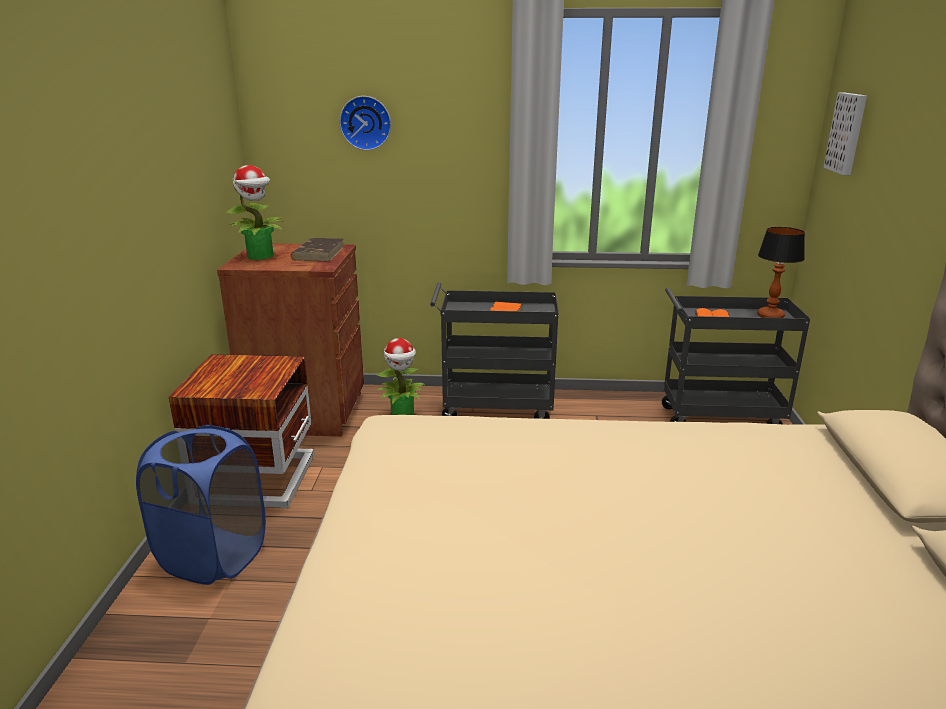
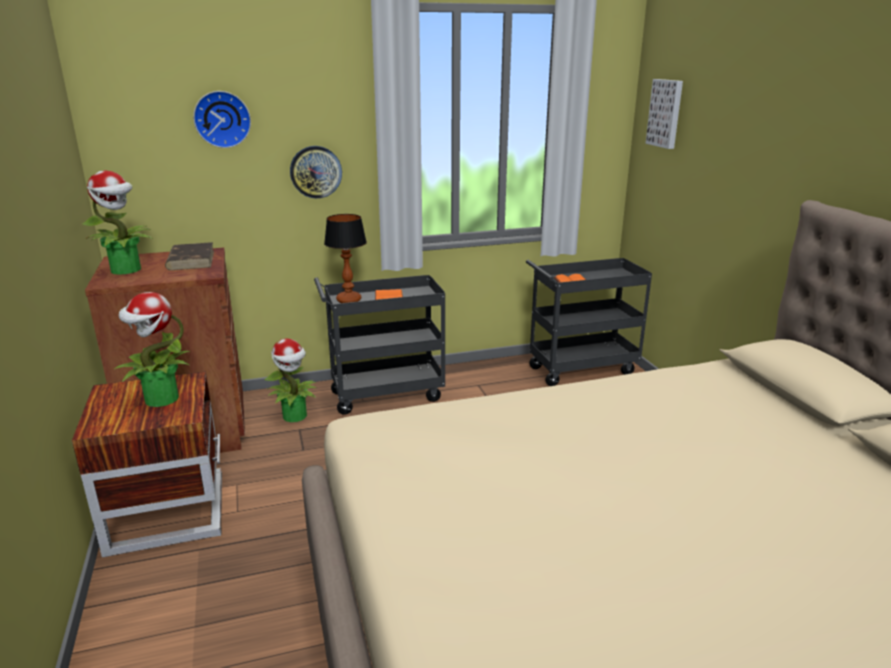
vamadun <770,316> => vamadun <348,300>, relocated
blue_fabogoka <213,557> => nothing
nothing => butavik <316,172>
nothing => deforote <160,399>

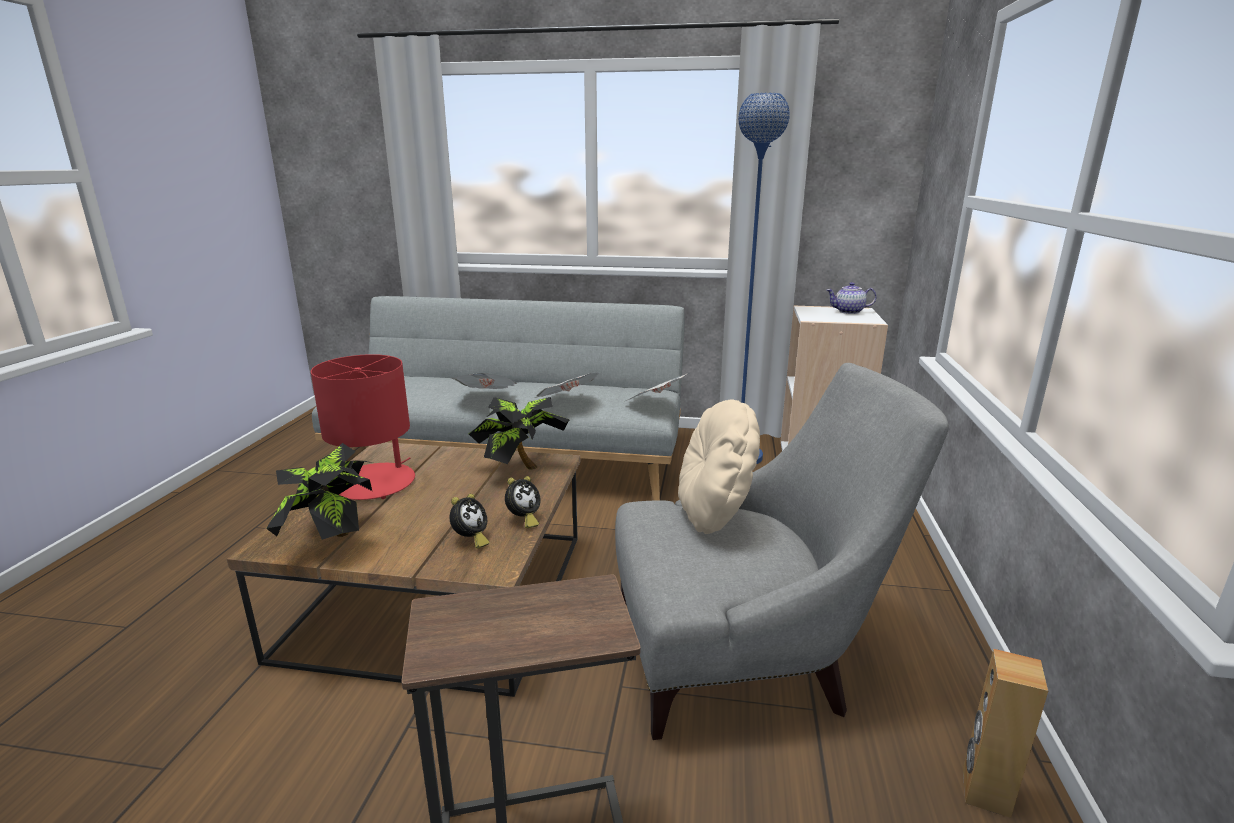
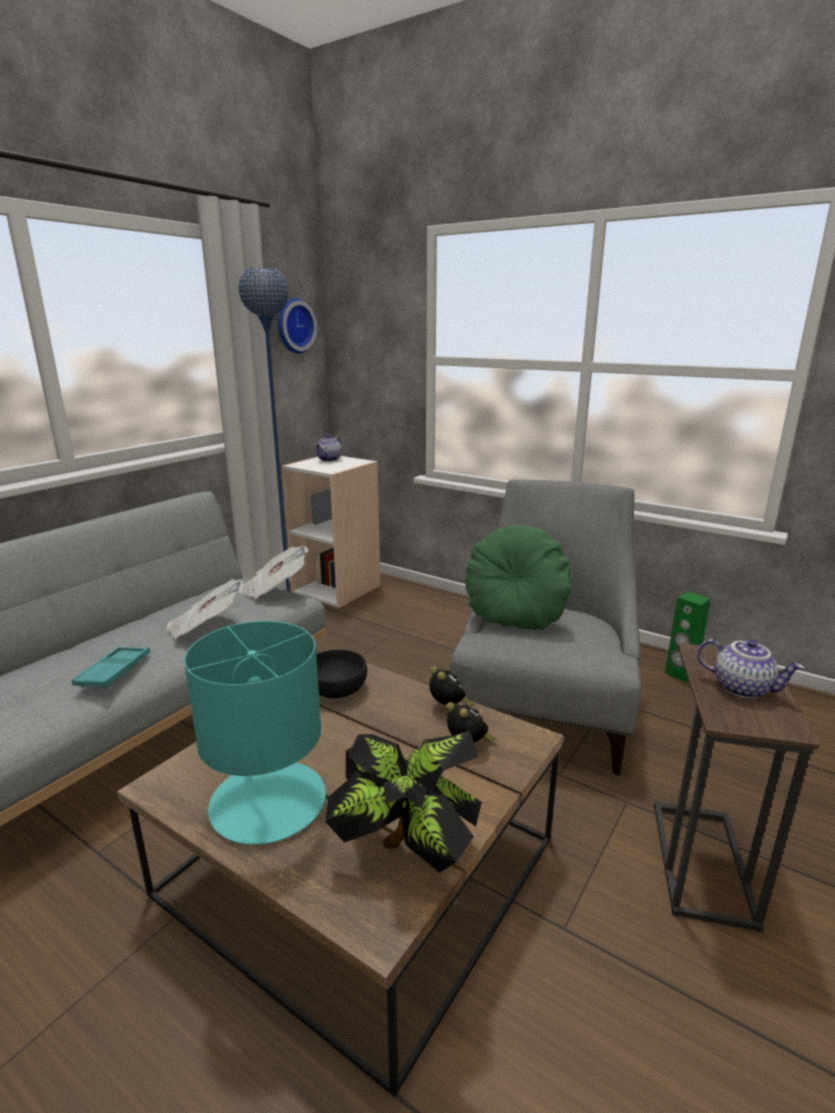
red_vamadun <375,482> => turquoise_vamadun <267,801>
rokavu <487,398> => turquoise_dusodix <114,672>
deforote <520,469> => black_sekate <336,689>
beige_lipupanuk <714,517> => green_lipupanuk <515,621>
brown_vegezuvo <984,791> => green_vegezuvo <680,674>
nothing => butavik <293,326>
nothing => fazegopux <742,688>

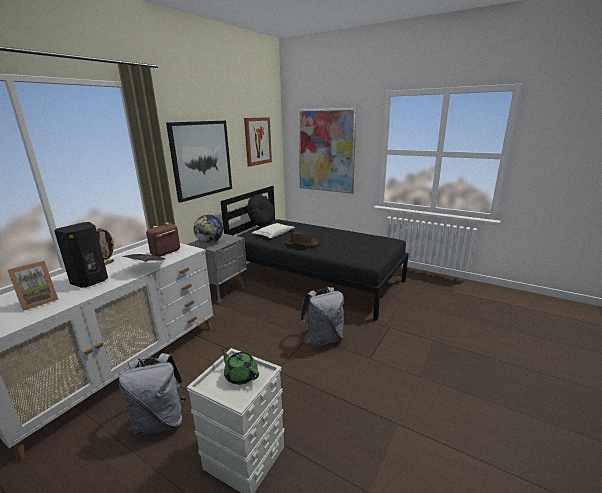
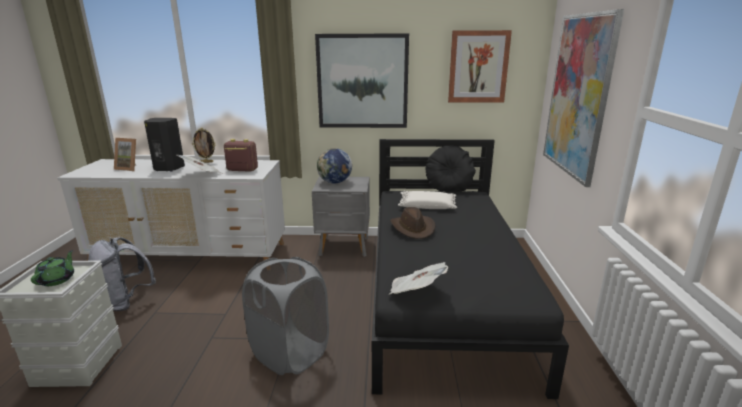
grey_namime <323,339> => grey_fabogoka <290,353>
nothing => rokavu <416,292>

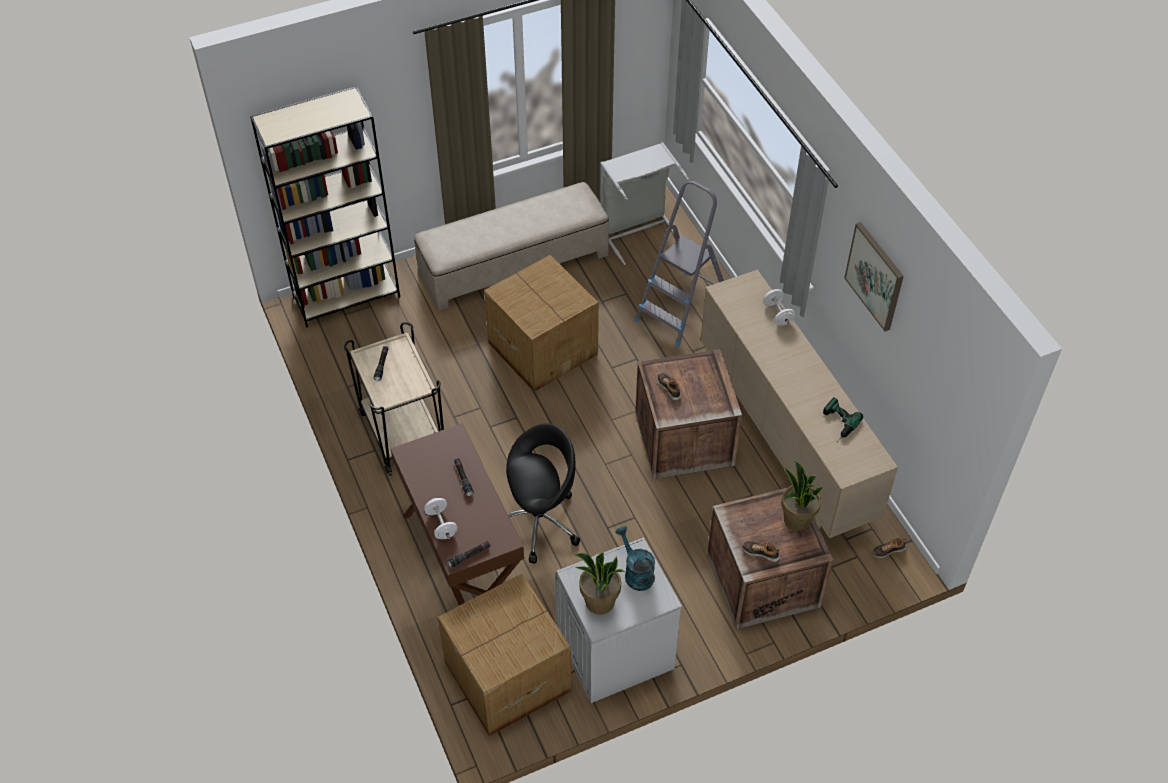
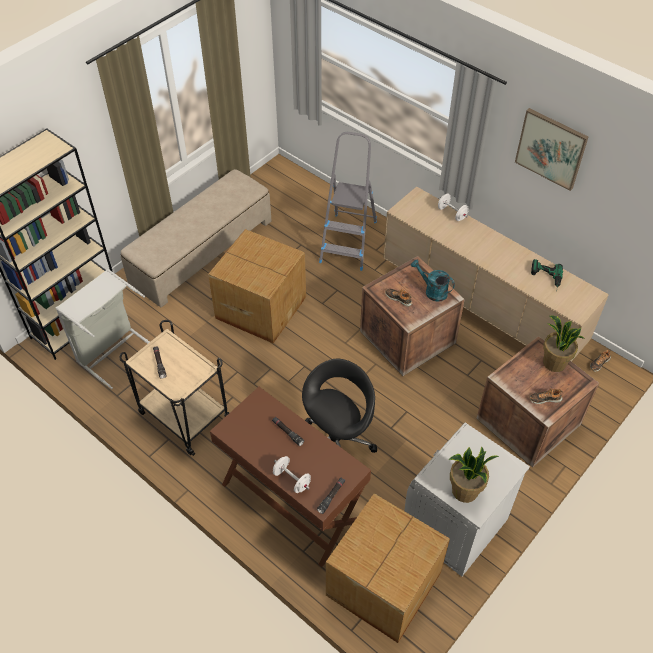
grey_fabogoka <637,231> => grey_fabogoka <112,352>, relocated
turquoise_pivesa <636,572> => turquoise_pivesa <432,291>, relocated

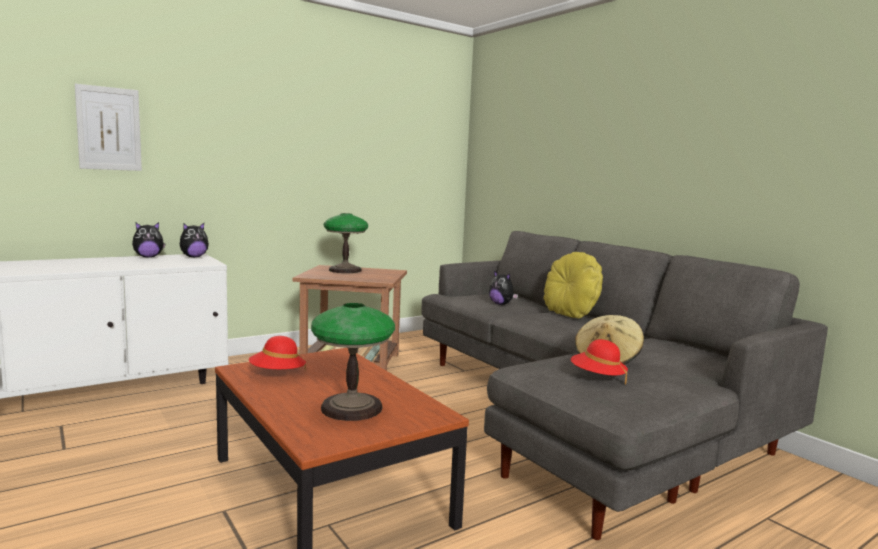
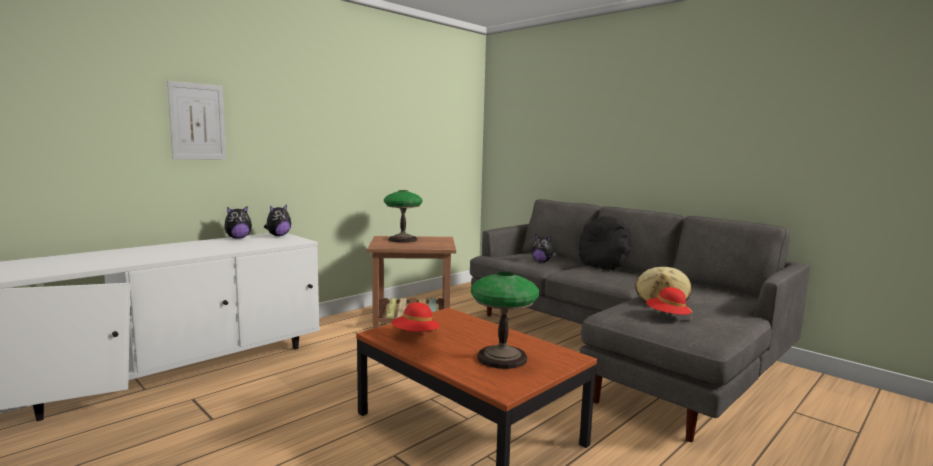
yellow_lipupanuk <570,315> => black_lipupanuk <602,267>

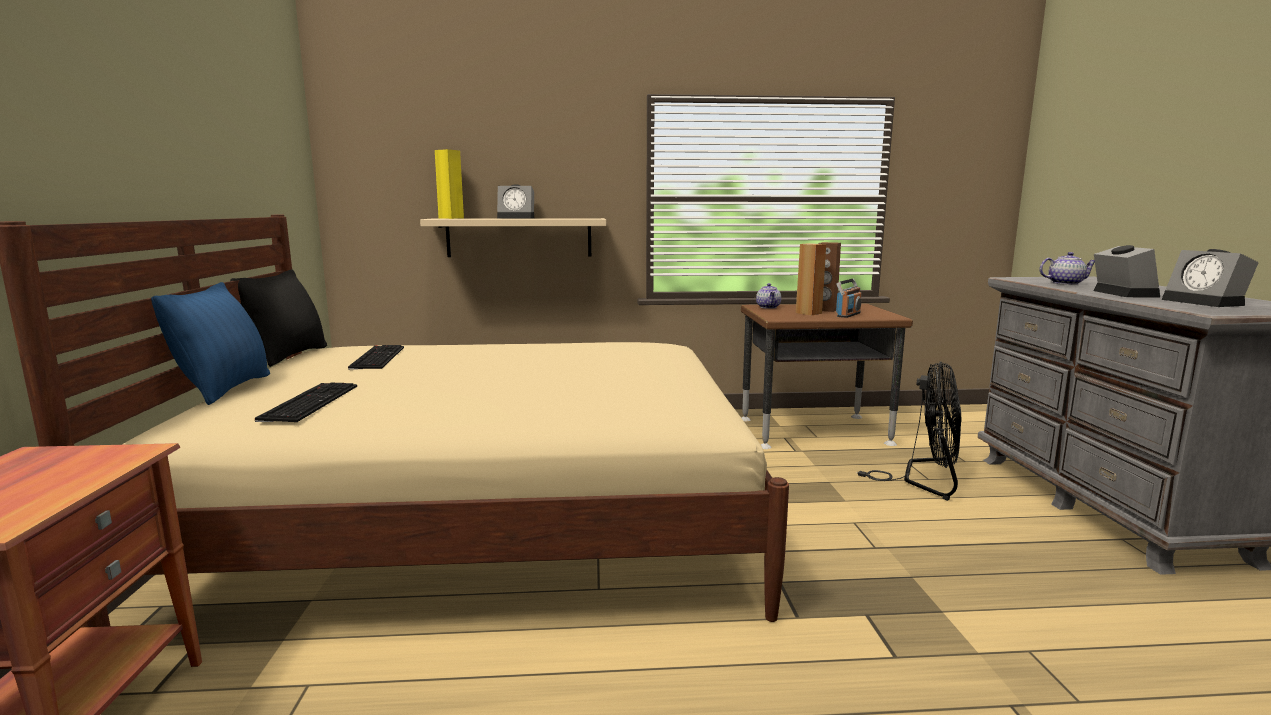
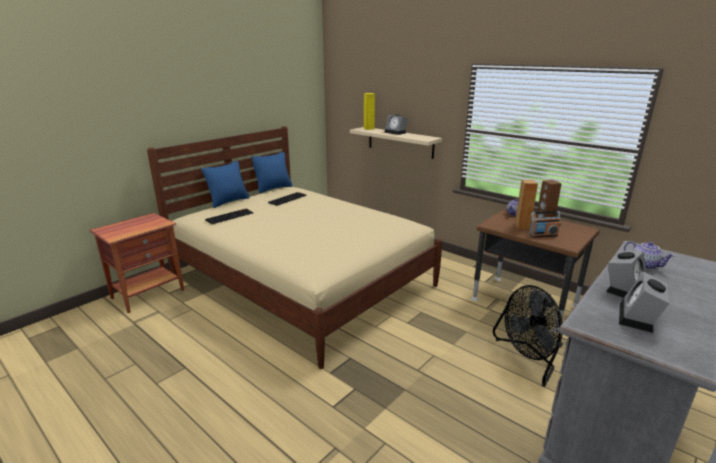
black_lipupanuk <288,356> => blue_lipupanuk <273,188>
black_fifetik <923,476> => black_fifetik <529,356>, 90 degrees clockwise

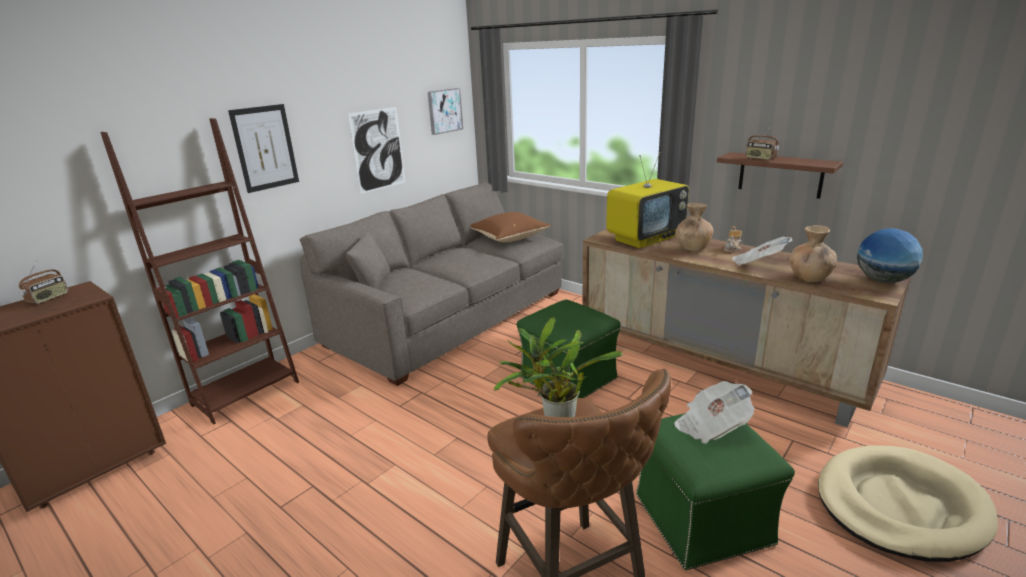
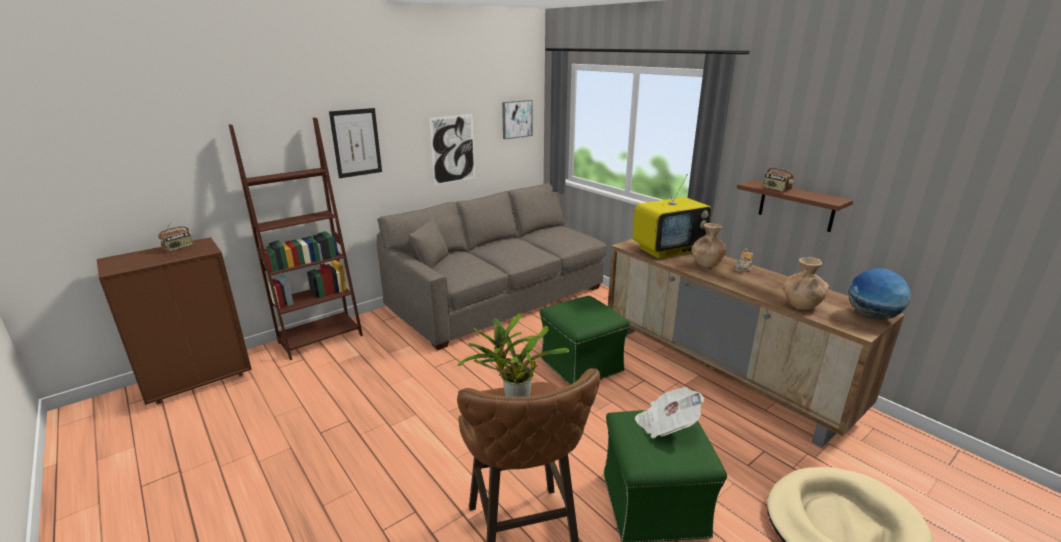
brown_lipupanuk <509,238> => nothing
rokavu <758,264> => nothing

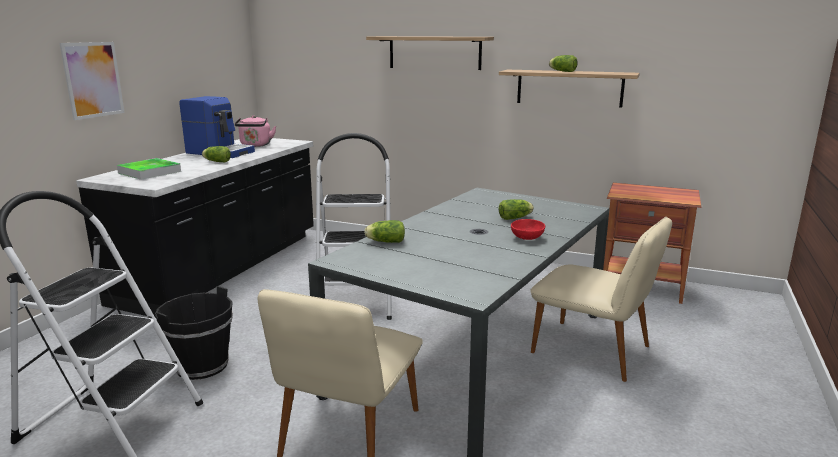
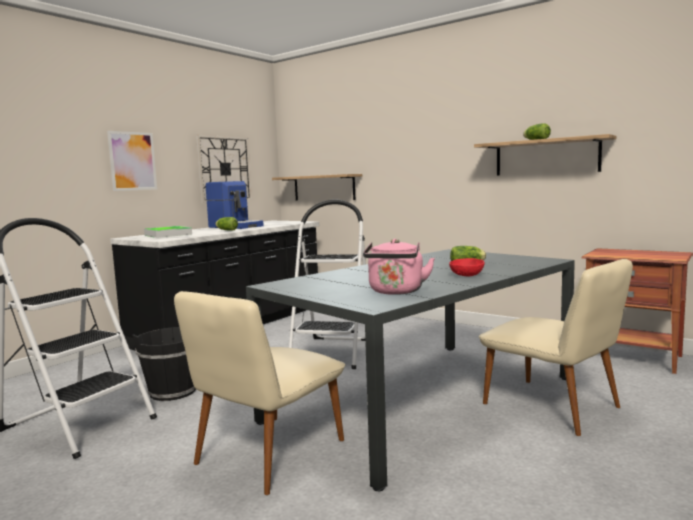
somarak <434,52> => somarak <324,187>, relocated
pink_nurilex <255,145> => pink_nurilex <396,292>, relocated
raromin <384,241> => nothing
nothing => butavik <224,169>

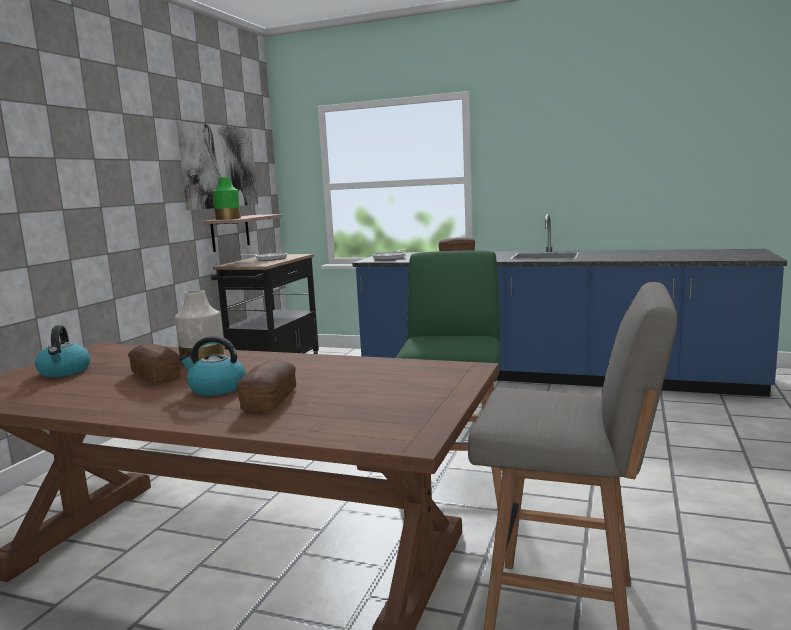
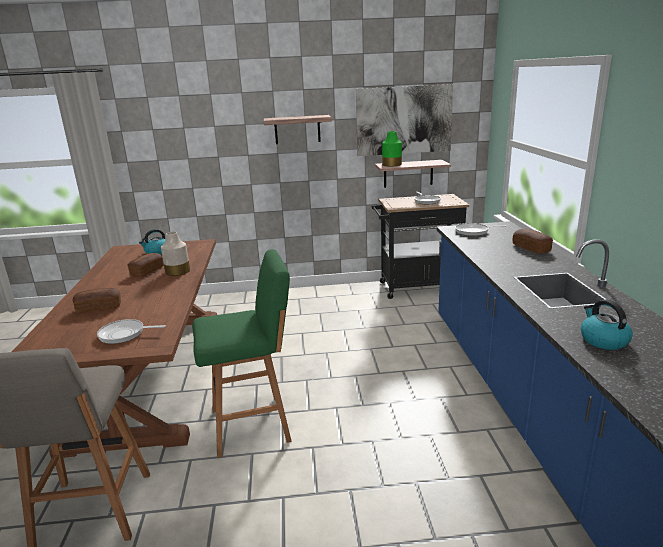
nurilex <216,388> => nurilex <603,340>, relocated
nothing => somarak <297,129>
nothing => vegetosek <124,334>

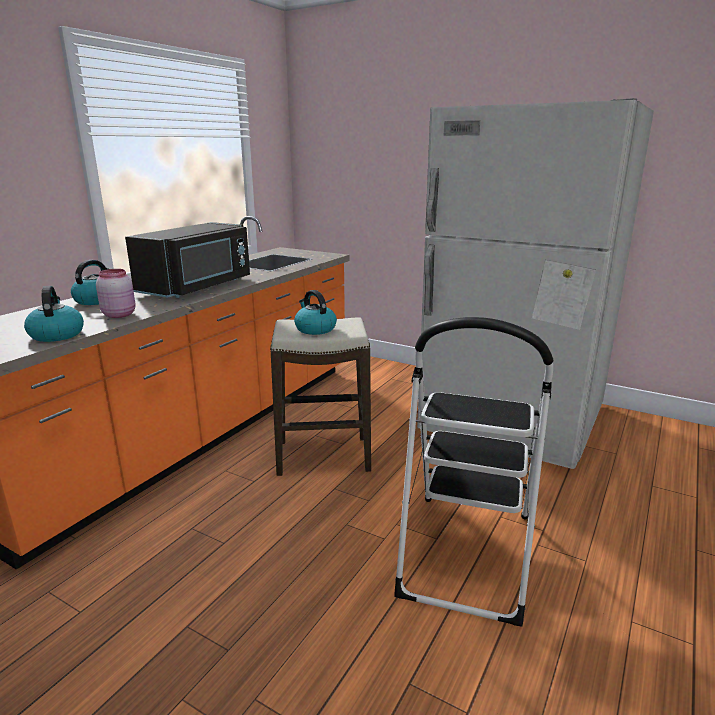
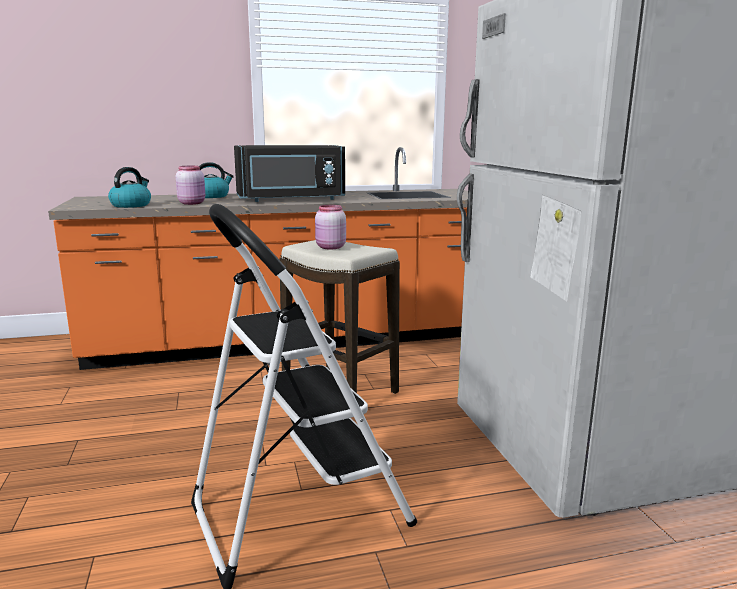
nurilex <315,329> => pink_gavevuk <330,247>

